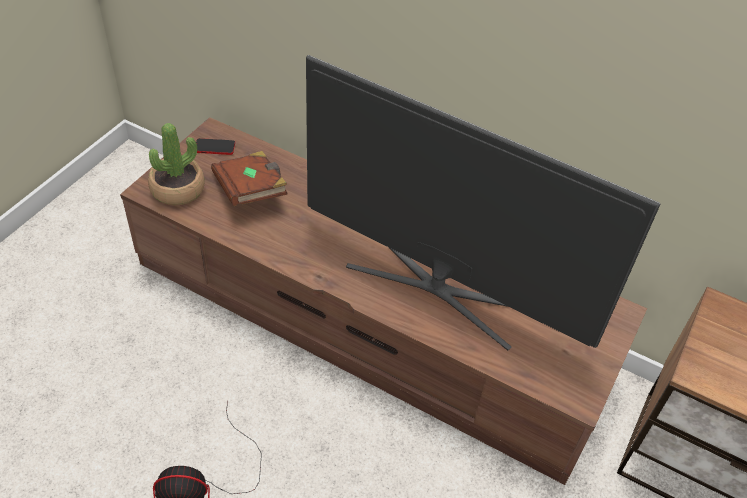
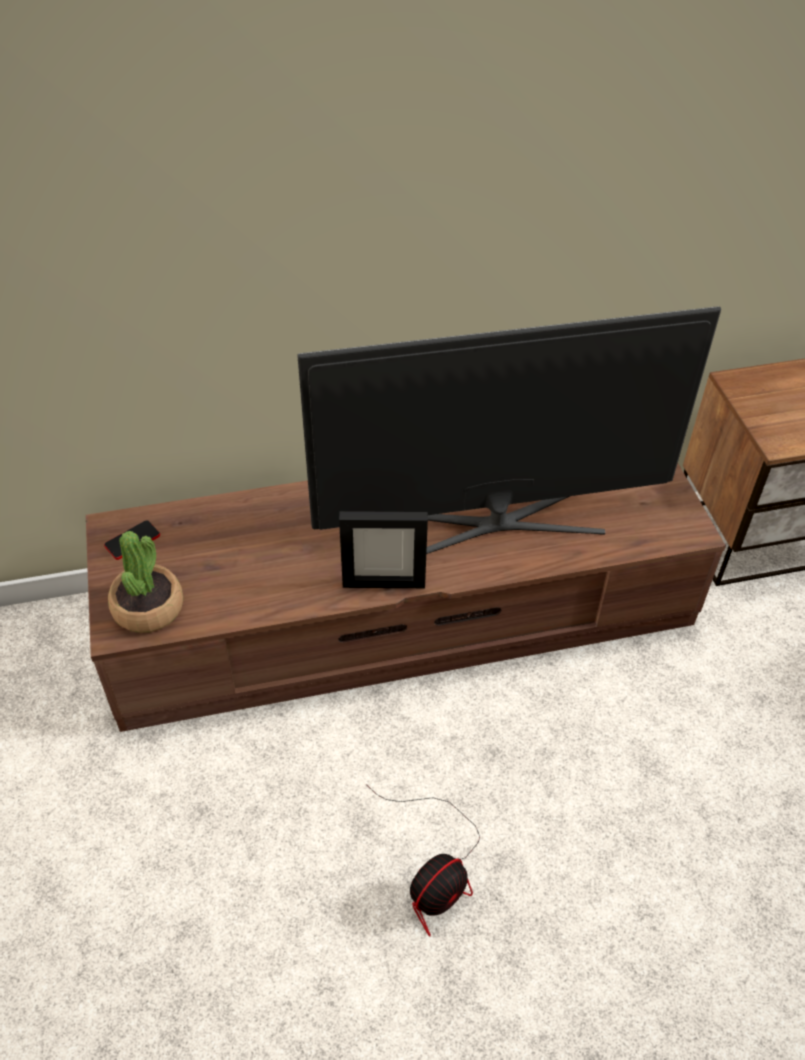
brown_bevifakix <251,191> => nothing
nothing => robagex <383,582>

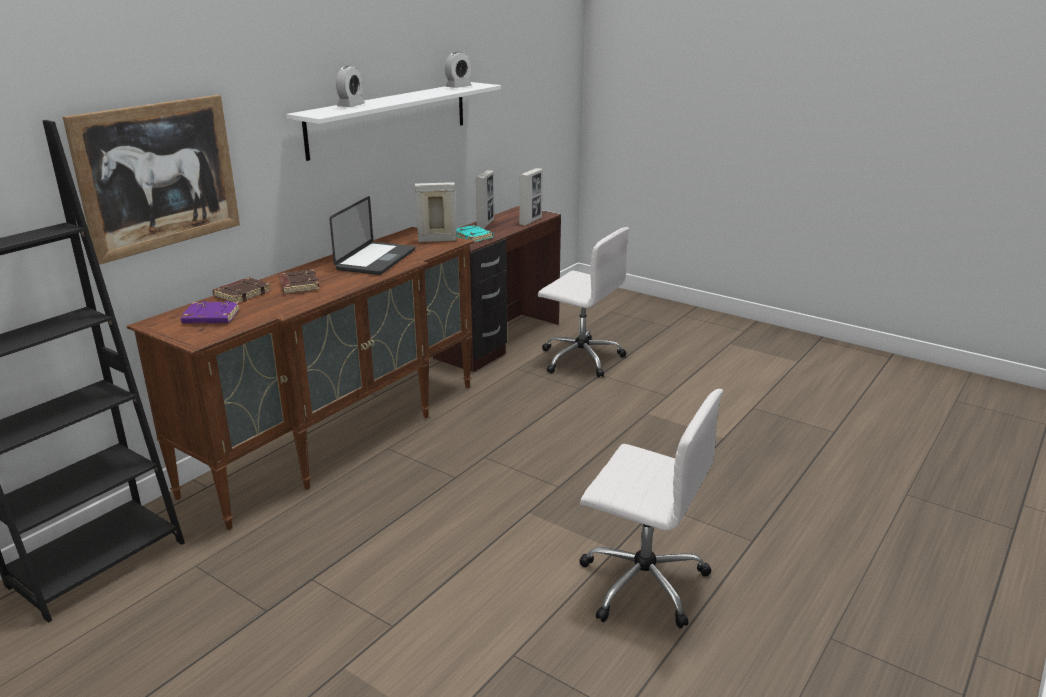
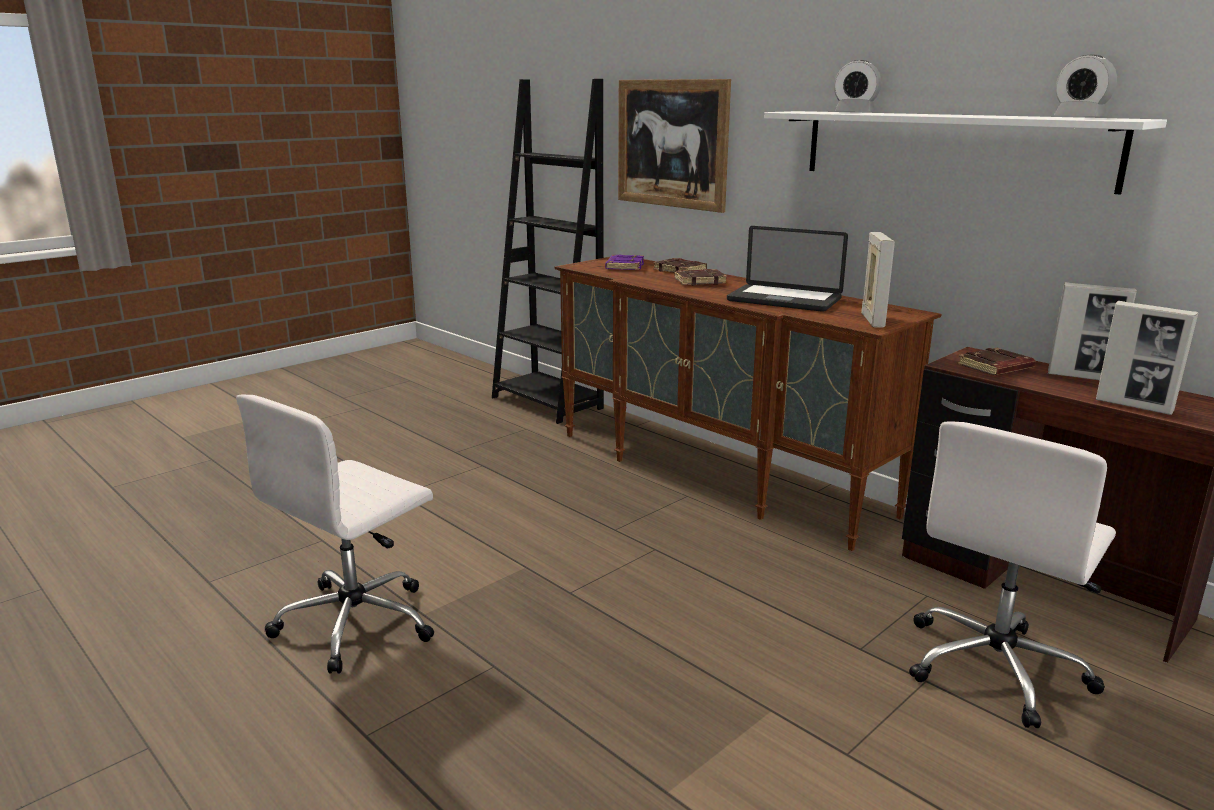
turquoise_bevifakix <473,237> => brown_bevifakix <995,368>

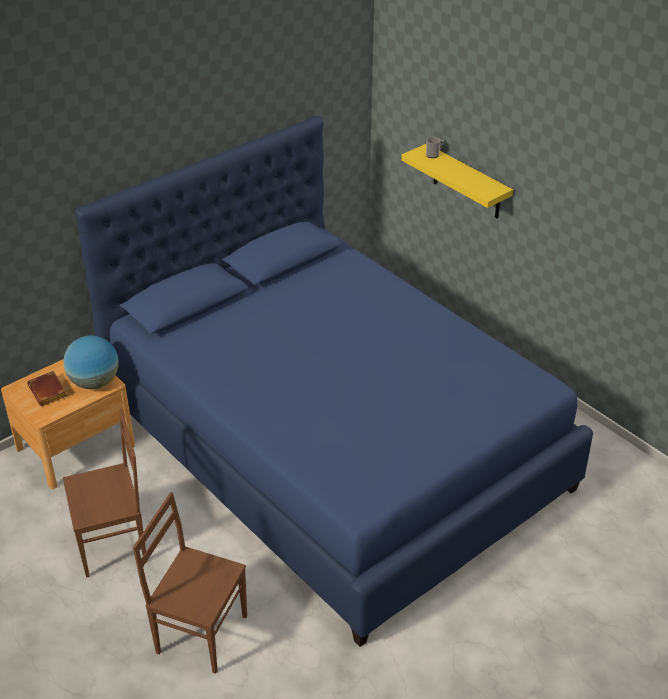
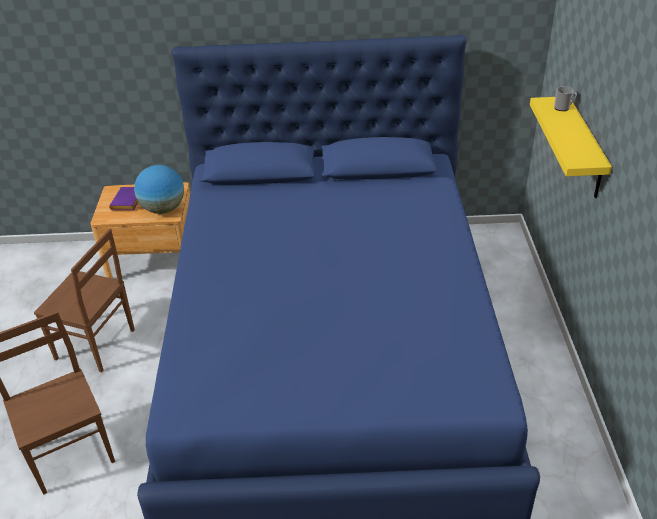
brown_bevifakix <49,392> => purple_bevifakix <128,202>

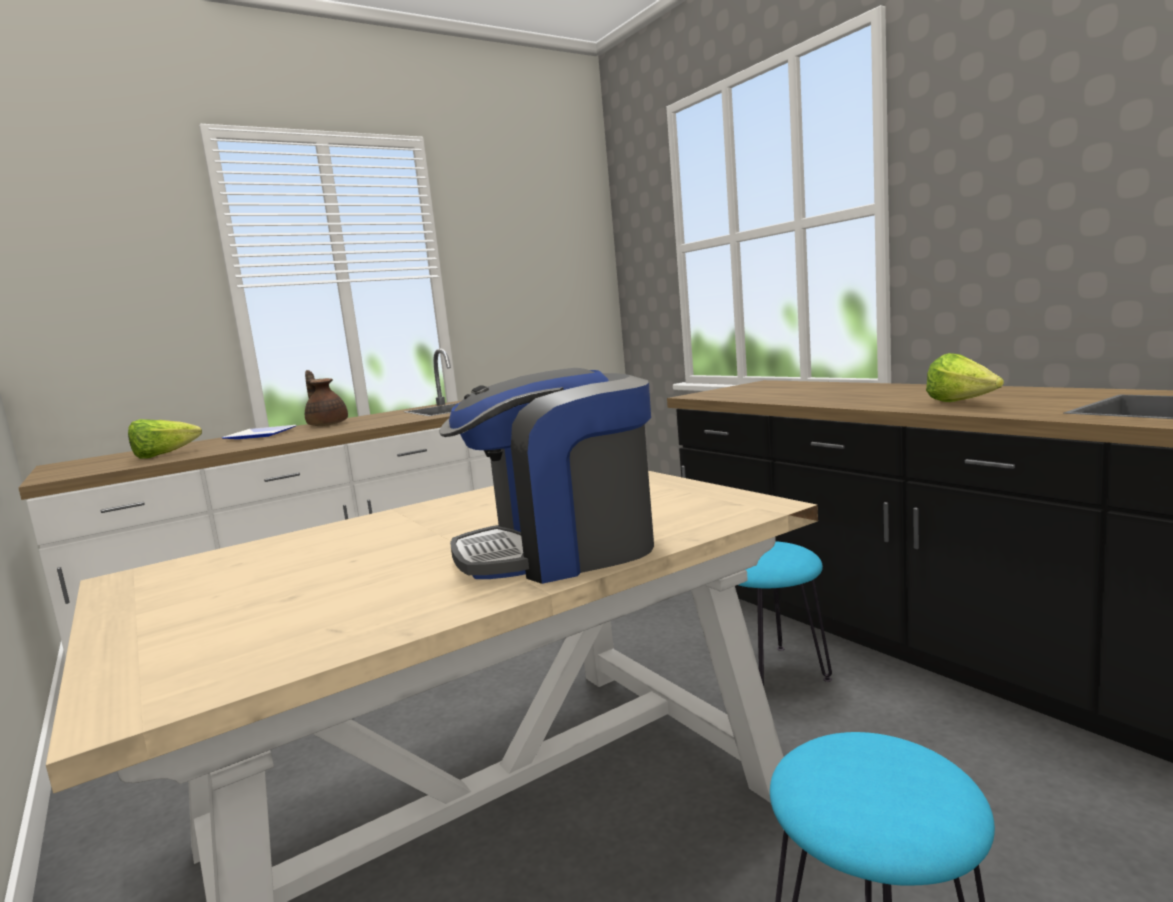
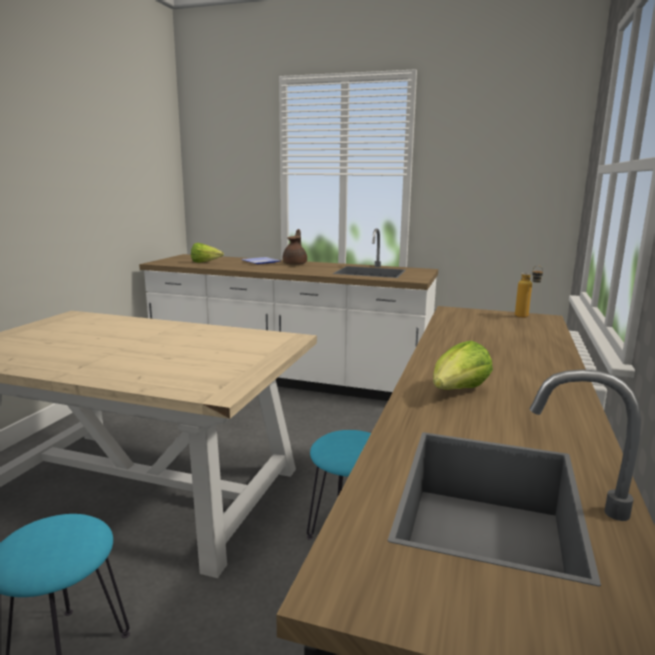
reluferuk <562,550> => nothing
nothing => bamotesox <526,317>

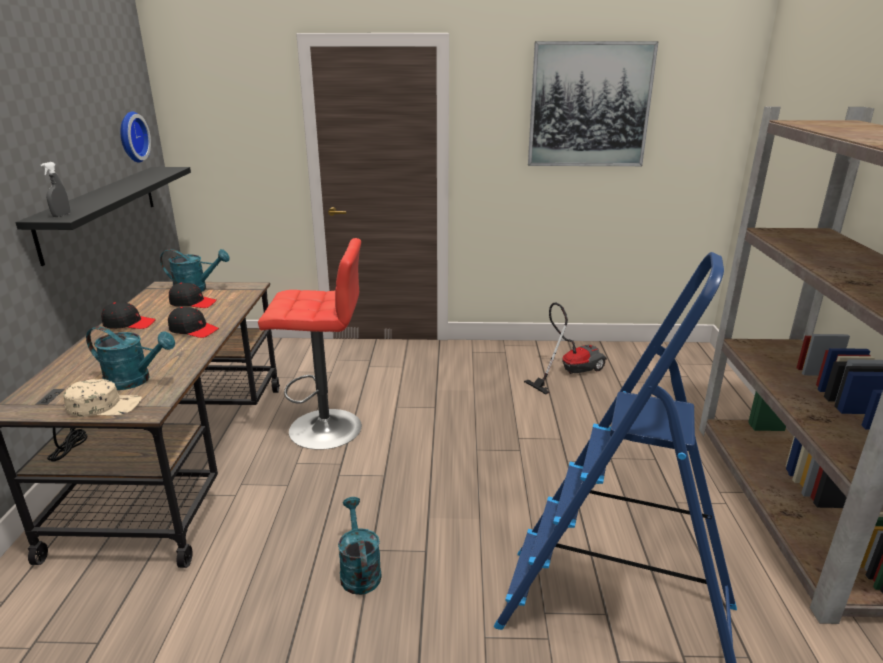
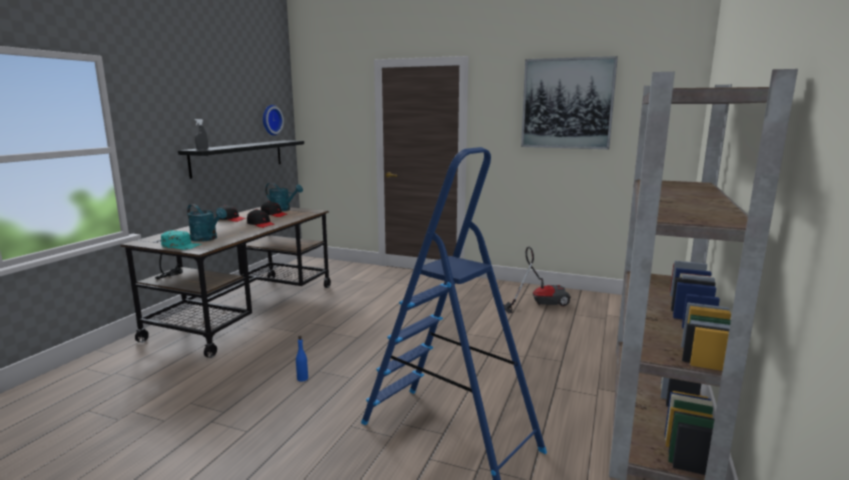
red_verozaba <326,429> => nothing
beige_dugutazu <105,405> => turquoise_dugutazu <182,245>
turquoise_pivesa <359,570> => blue_bamotesox <302,378>

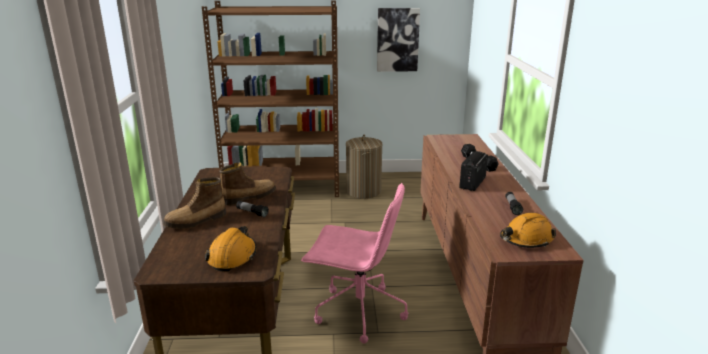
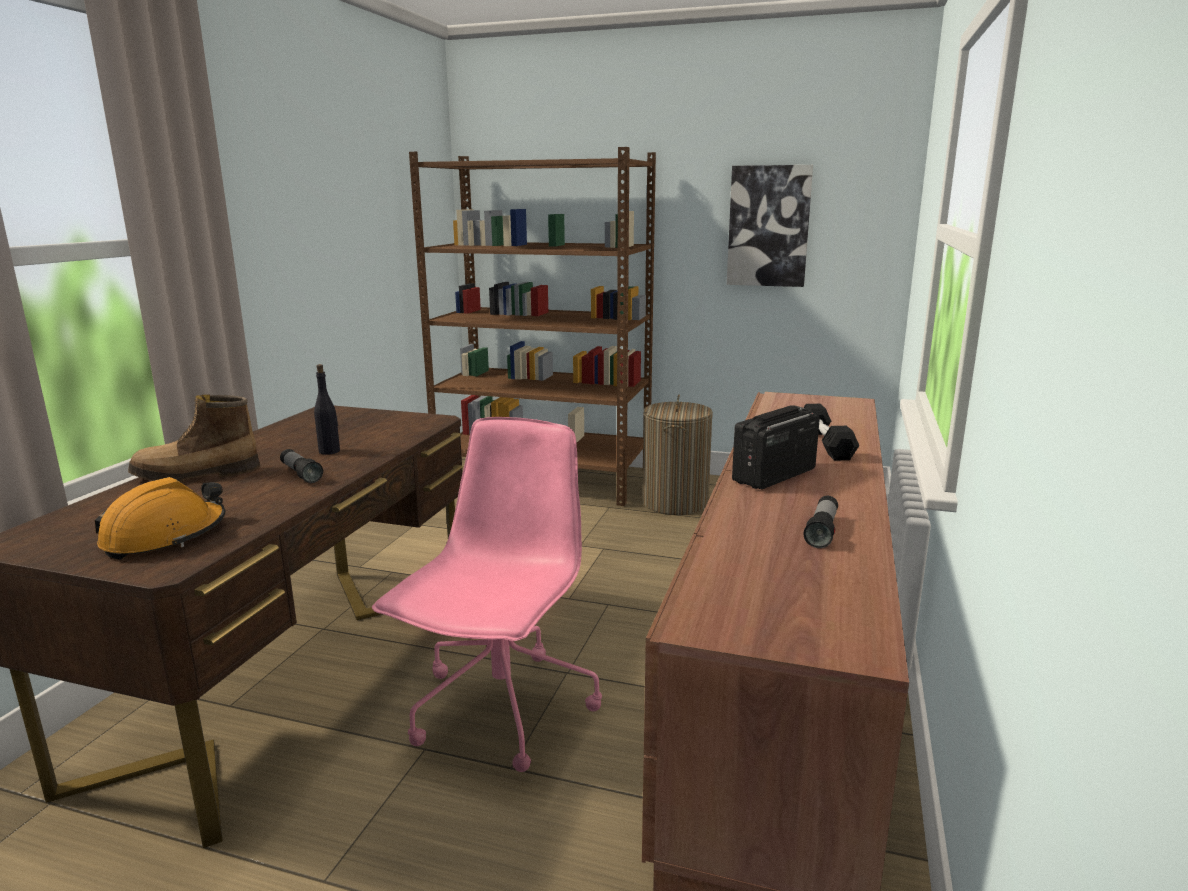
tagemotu <249,197> => black_bamotesox <329,451>
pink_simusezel <355,312> => pink_simusezel <499,715>, 105 degrees counterclockwise
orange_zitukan <526,239> => nothing

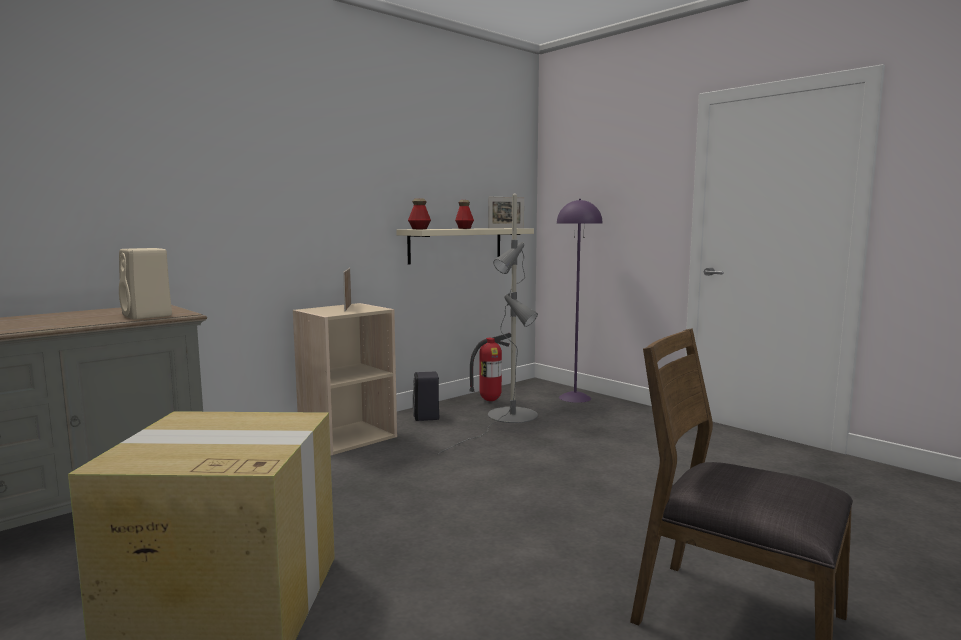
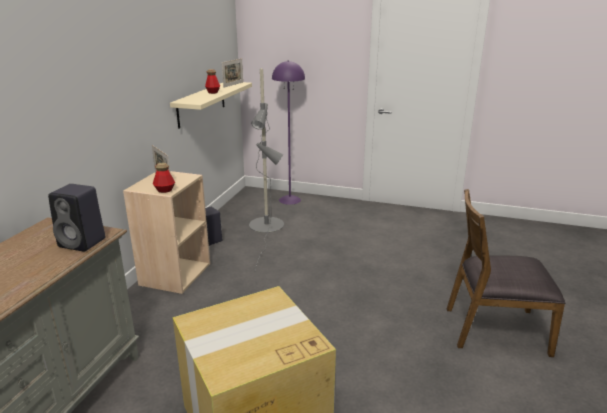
bamotesox <419,229> => bamotesox <164,190>, relocated
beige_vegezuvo <148,316> => black_vegezuvo <83,242>
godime <490,400> => nothing

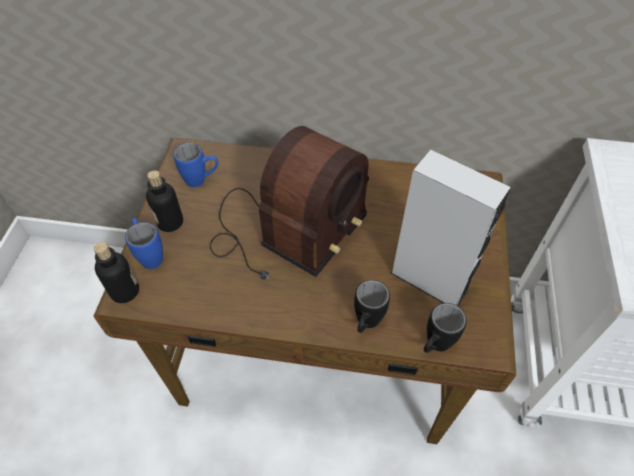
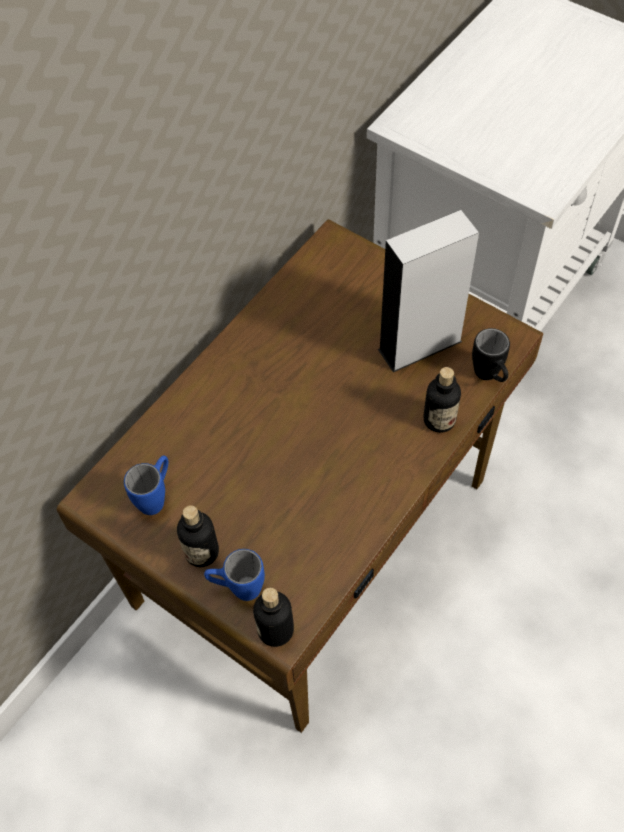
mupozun <286,231> => nothing
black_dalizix <366,324> => bamotesox <439,419>

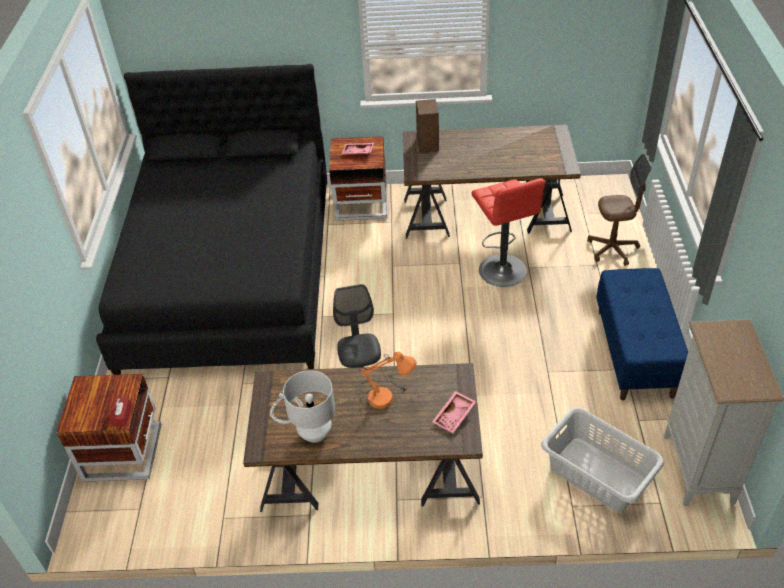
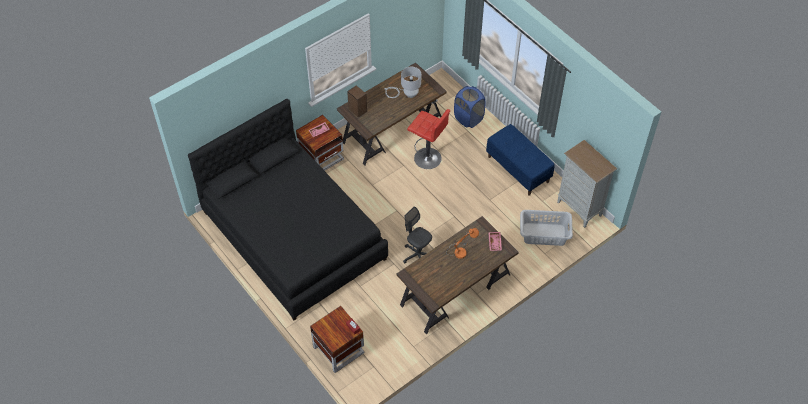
brown_simusezel <612,249> => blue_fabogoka <468,118>
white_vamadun <304,424> => white_vamadun <403,93>, relocated

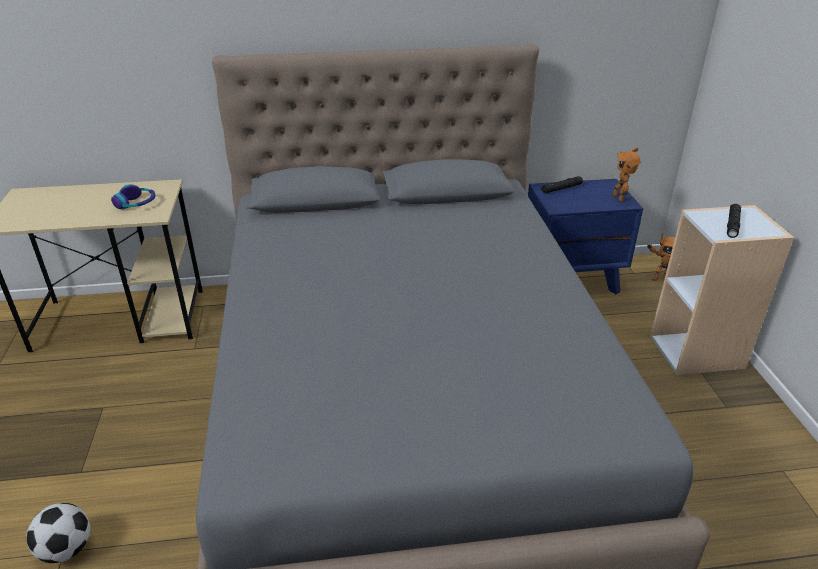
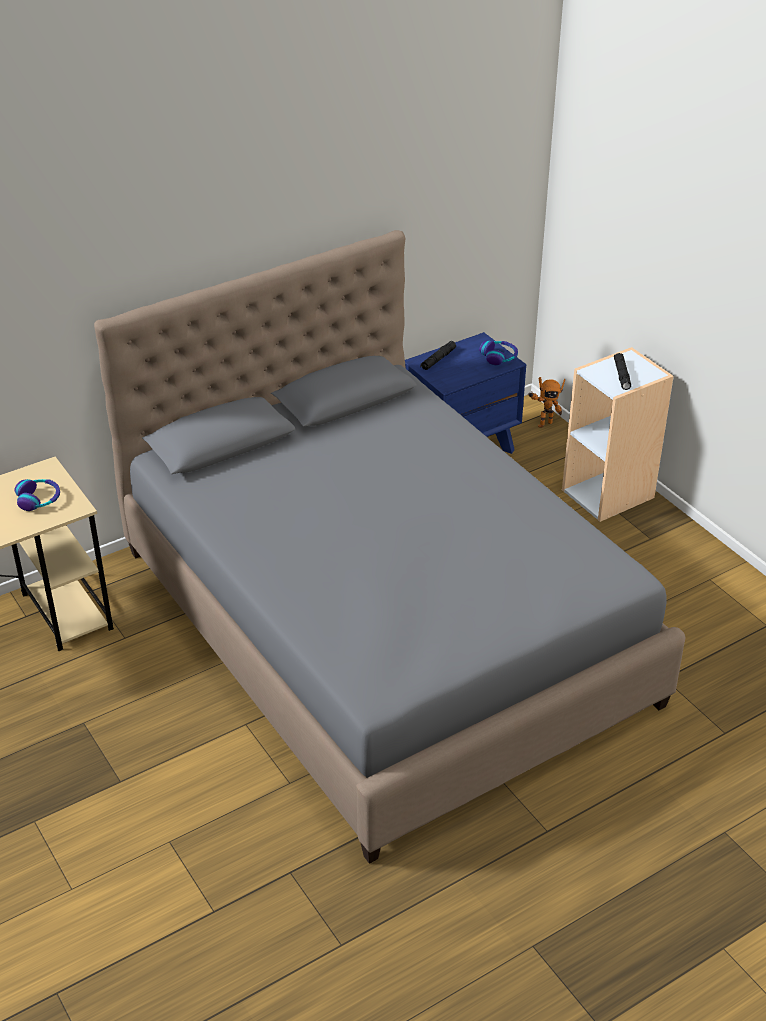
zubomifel <619,198> => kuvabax <499,357>
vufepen <67,550> => nothing

